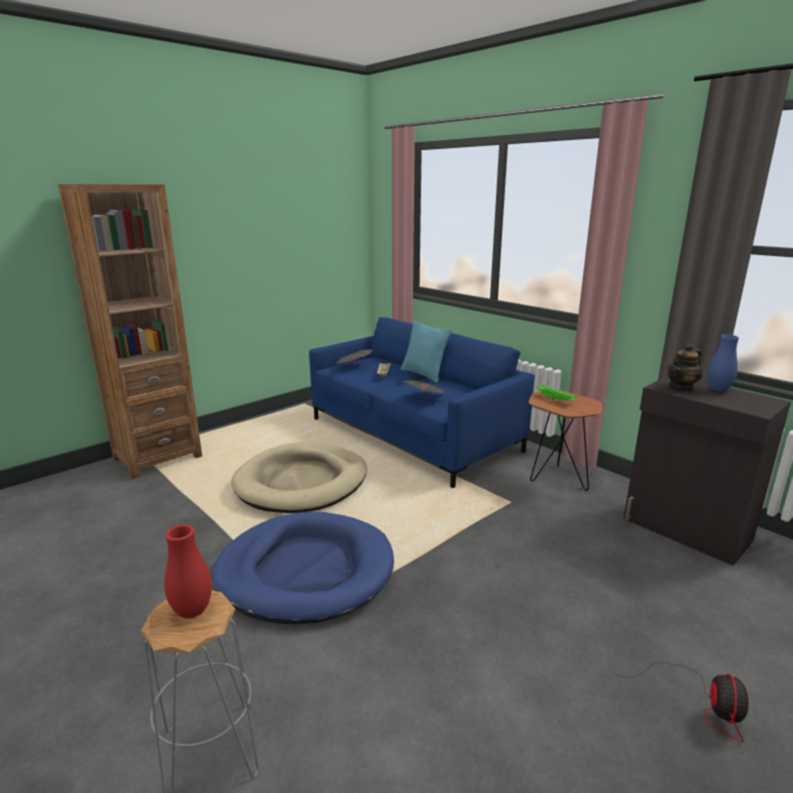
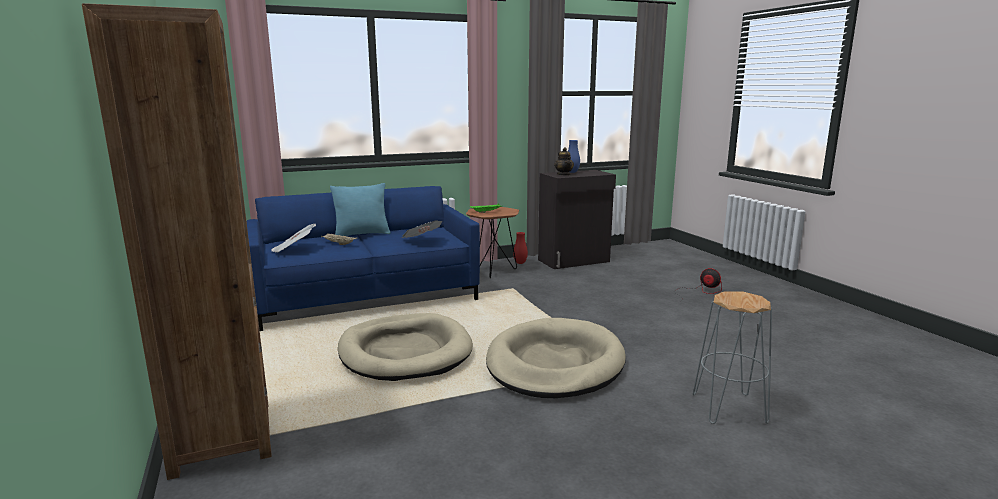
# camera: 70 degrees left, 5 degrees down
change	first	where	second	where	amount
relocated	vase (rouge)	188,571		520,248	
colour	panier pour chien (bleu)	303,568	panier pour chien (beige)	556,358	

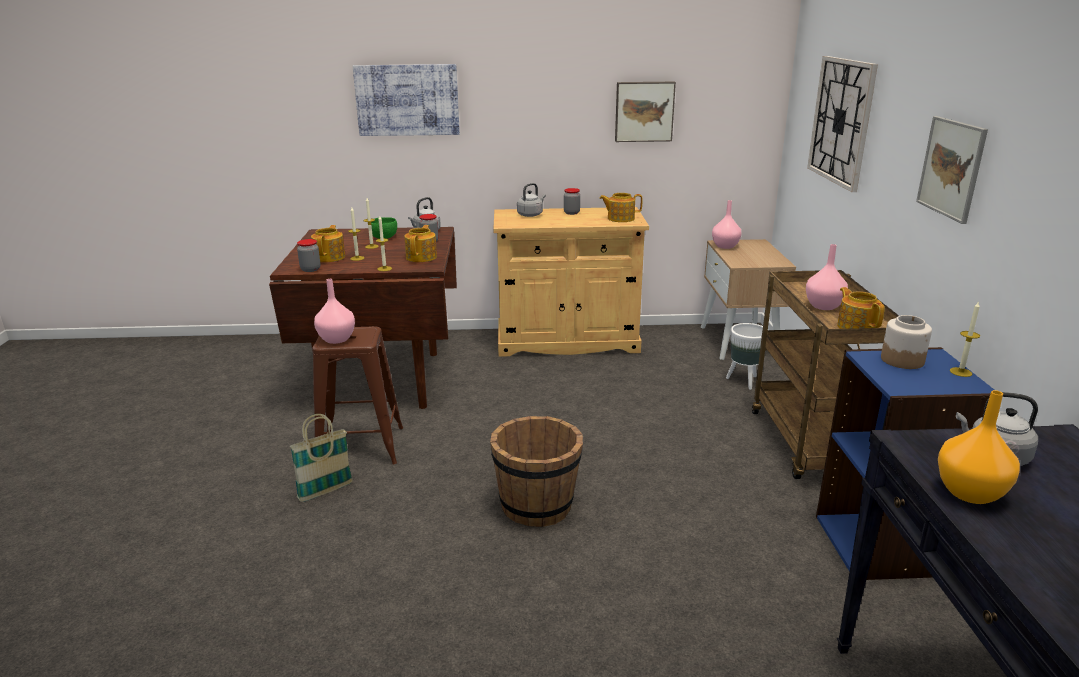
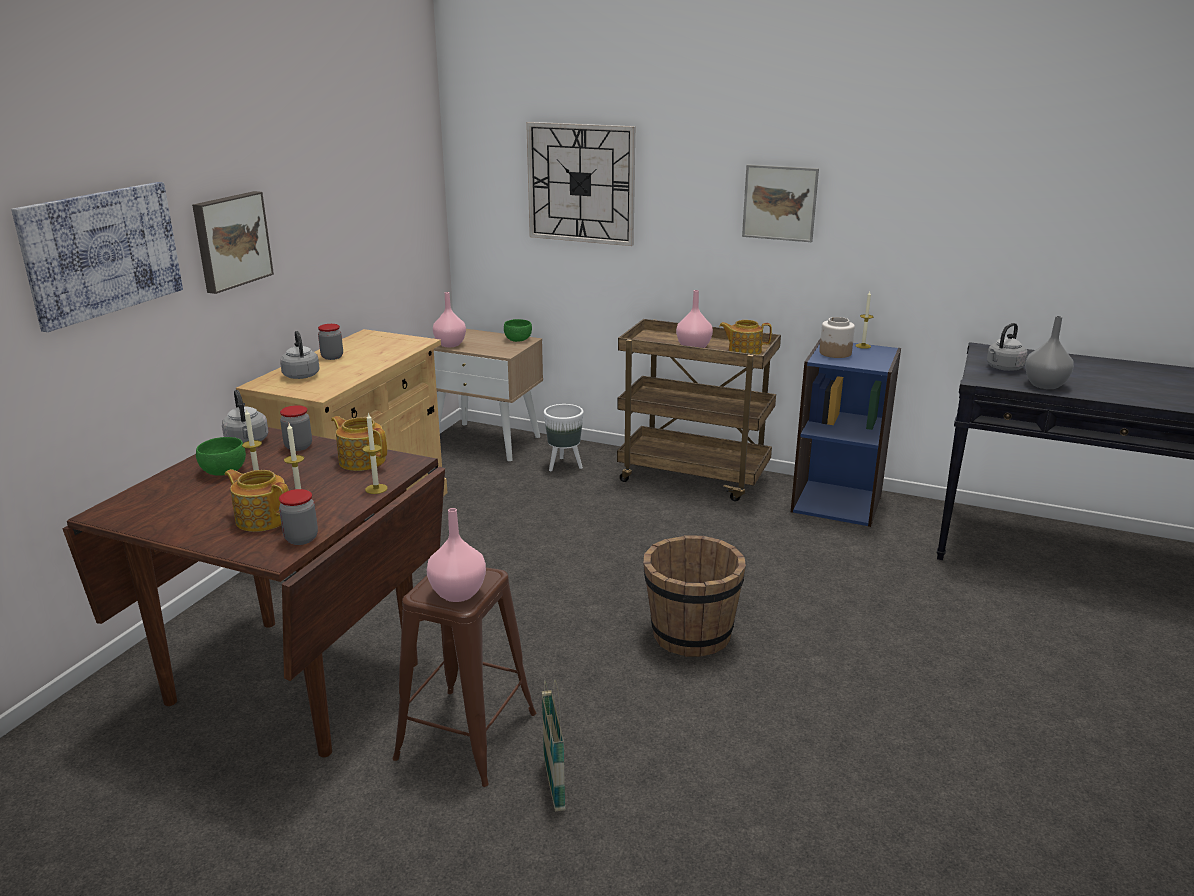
# camera: 65 degrees left, 0 degrees up
change	first	where	second	where	amount
missing	théière	620,207			
appeared			bol (vert)	518,330	
relocated	tableau	645,112		233,242	
colour	vase (orange)	979,447	vase (gris)	1049,352	

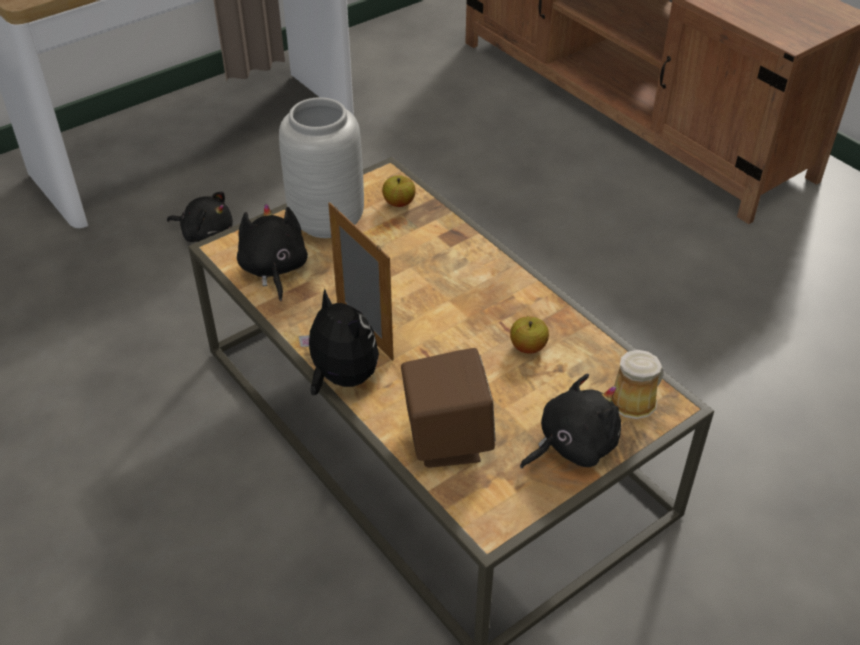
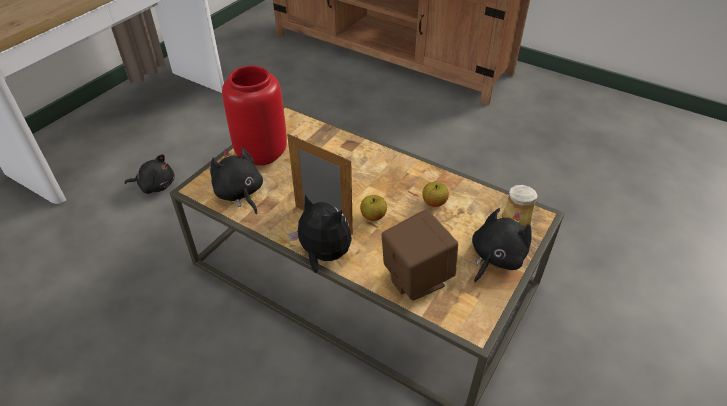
# camera: 20 degrees left, 0 degrees up
change	first	where	second	where	amount
relocated	pomme	399,191		373,208	
colour	vase (gris)	321,167	vase (rouge)	254,116	

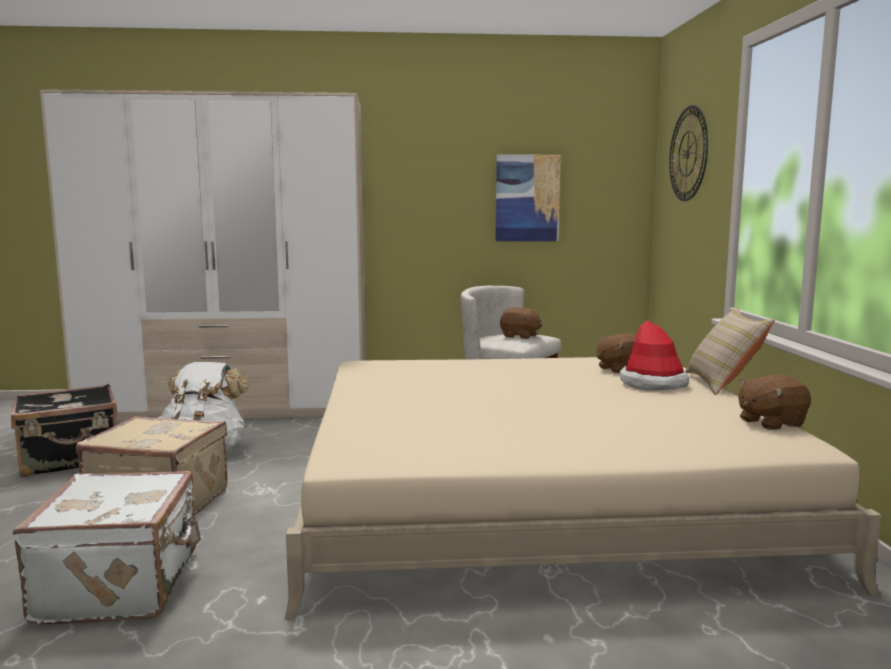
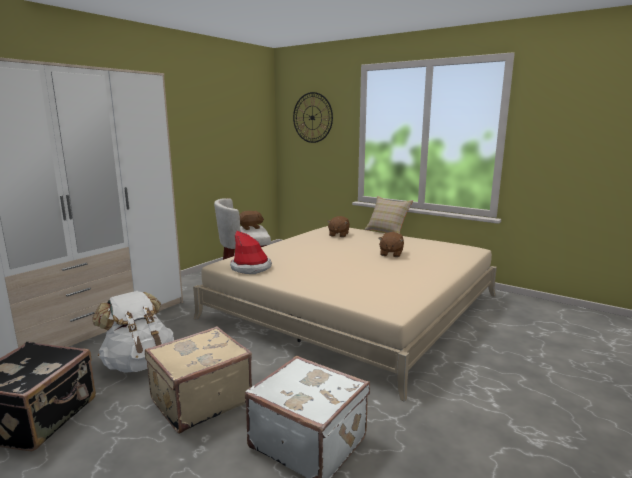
# camera: 50 degrees left, 5 degrees up
change	first	where	second	where	amount
missing	tableau	528,197			
relocated	chapeau	654,355		251,252	
relocated	peluche (marron)	774,402		391,244	

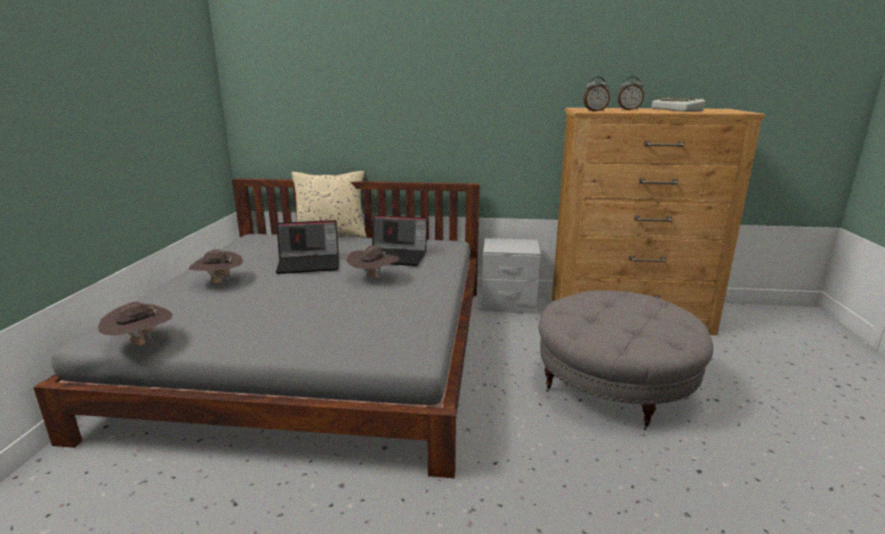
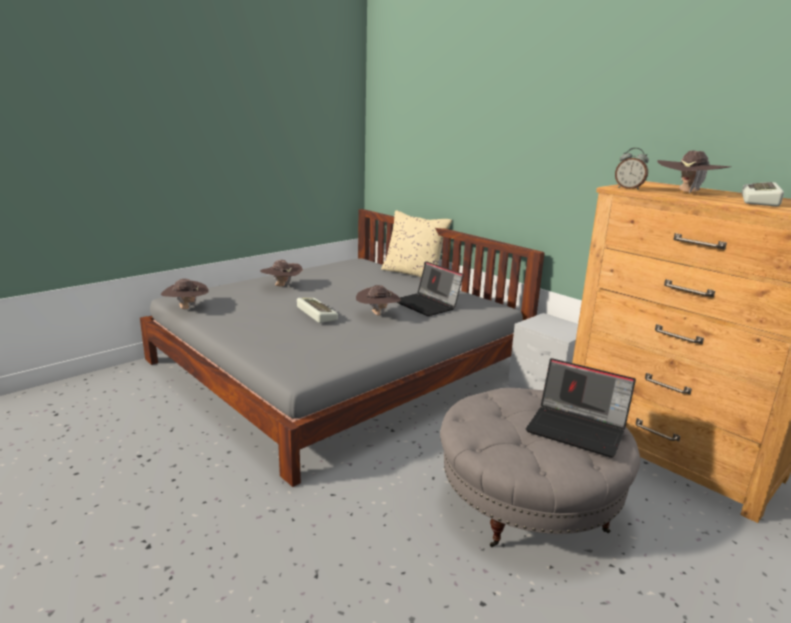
# camera: 40 degrees right, 0 degrees up
change	first	where	second	where	amount
appeared			clavier	317,310	
relocated	ordinateur portable	307,247		581,408	
exchanged	réveil	631,93	chapeau (marron)	694,172	

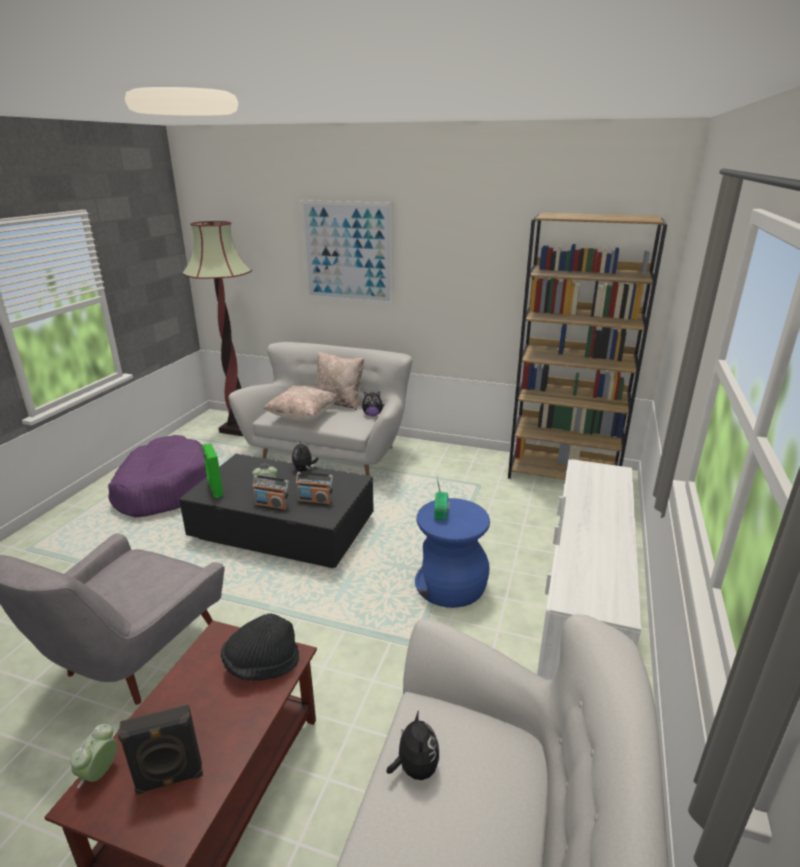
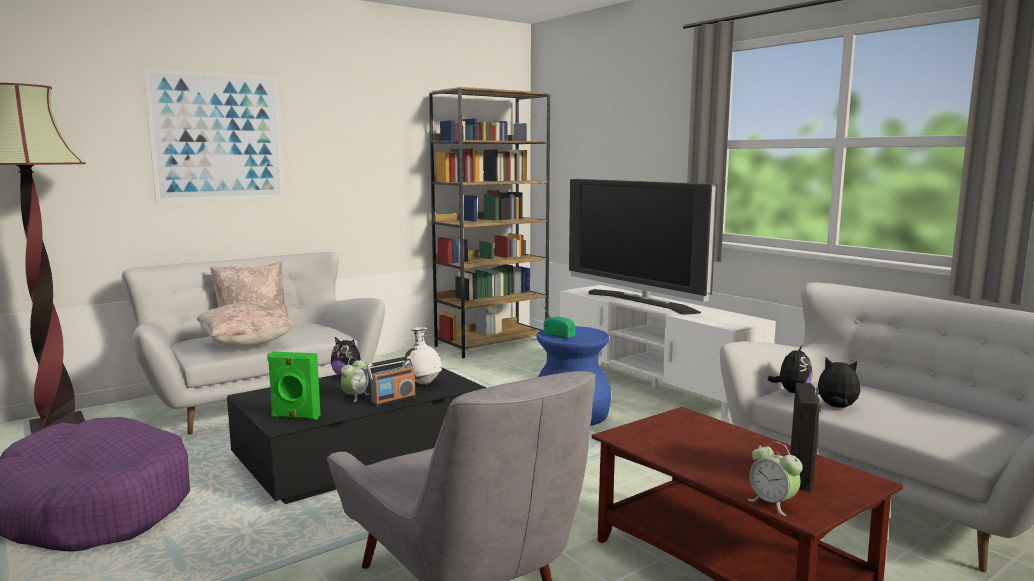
# camera: 55 degrees left, 15 degrees down
change	first	where	second	where	amount
missing	chapeau (noir)	260,647			
appeared			téléviseur	643,247	
relocated	peluche	373,403		790,369	
exchanged	radio	314,489	vase (blanc)	422,356	

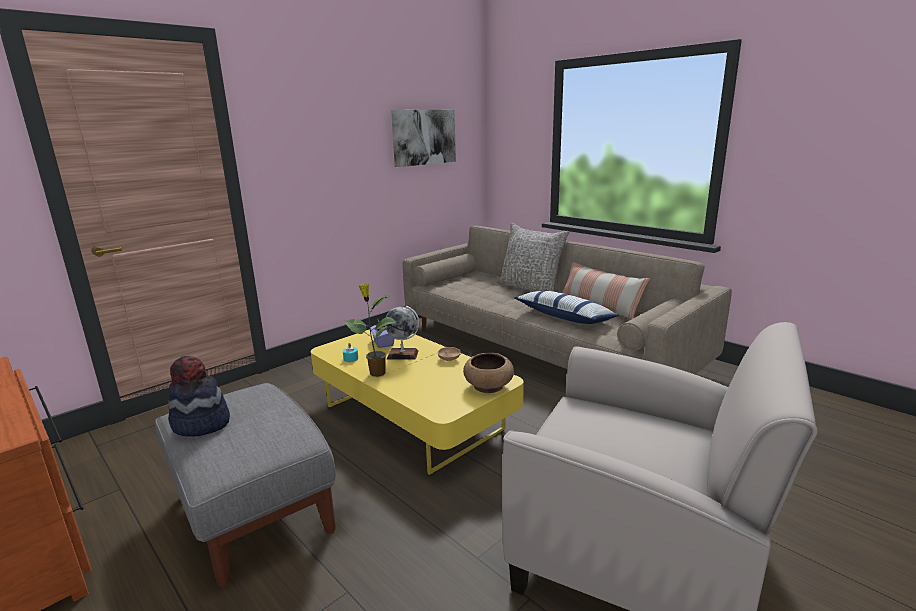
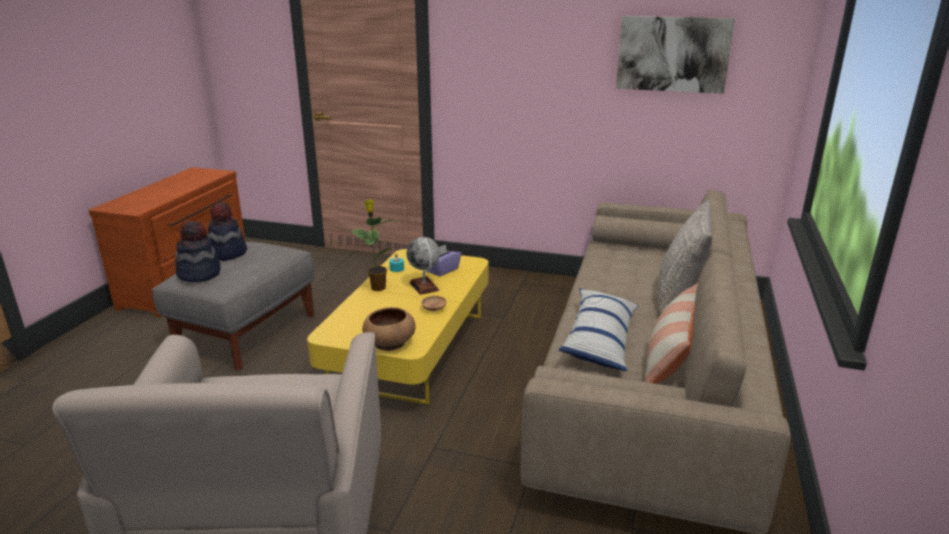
# camera: 60 degrees right, 5 degrees up
change	first	where	second	where	amount
appeared			chapeau	198,251	

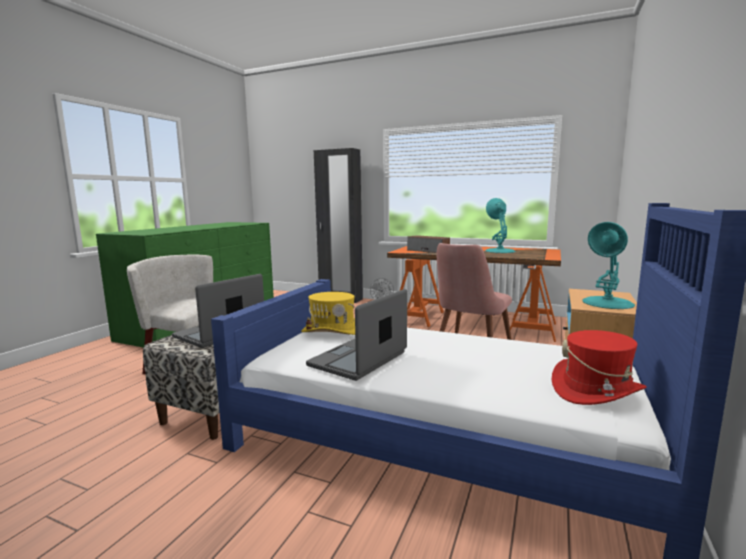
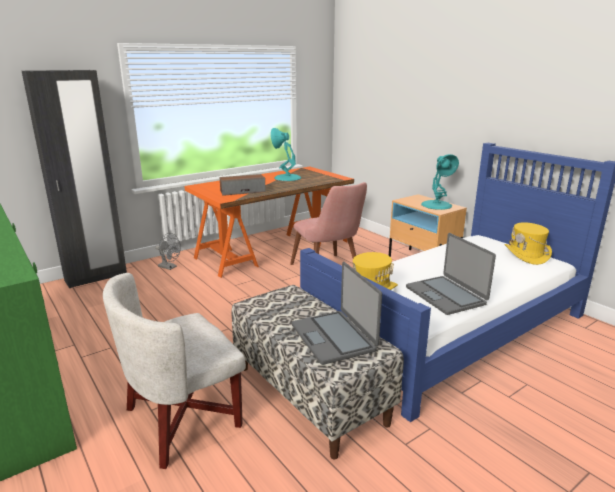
# camera: 60 degrees left, 10 degrees up
change	first	where	second	where	amount
colour	chapeau (rouge)	599,367	chapeau (jaune)	528,243	

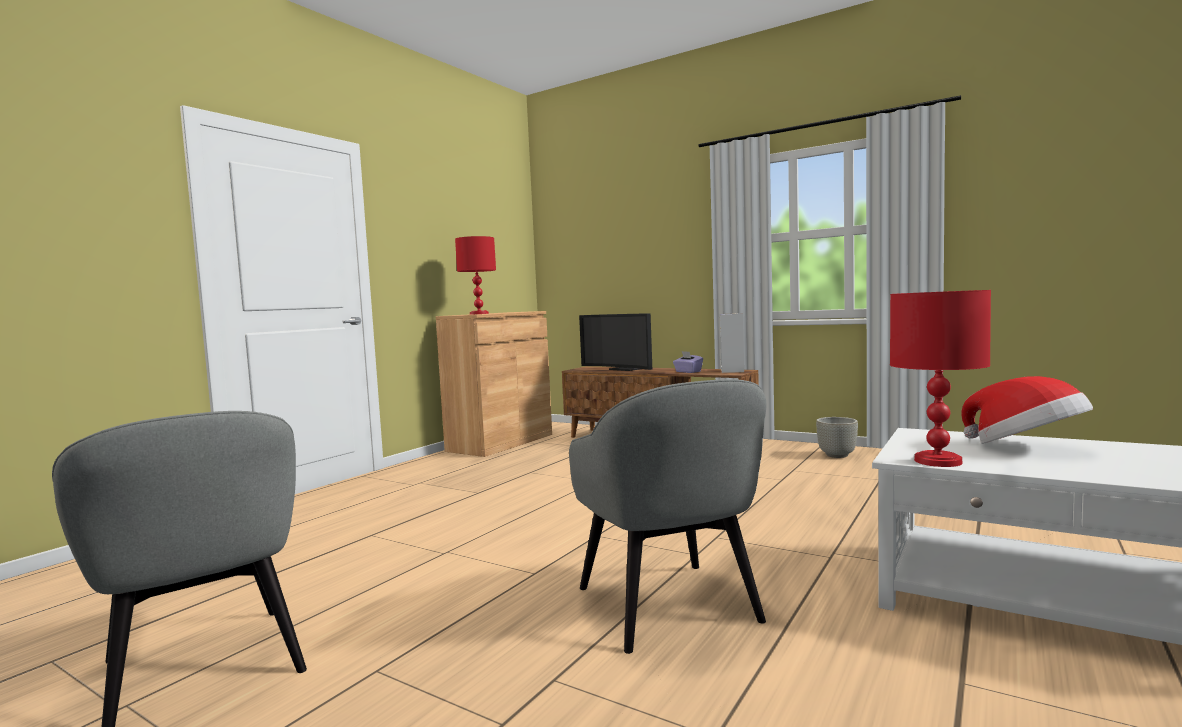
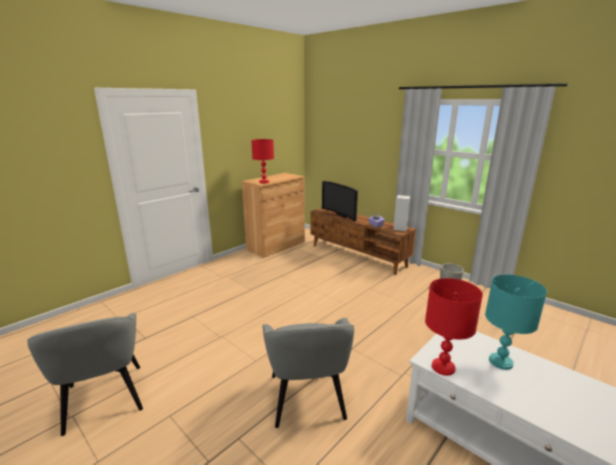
# camera: 10 degrees right, 15 degrees up
change	first	where	second	where	amount
exchanged	chapeau	1027,410	lampe de table (turquoise)	516,322	

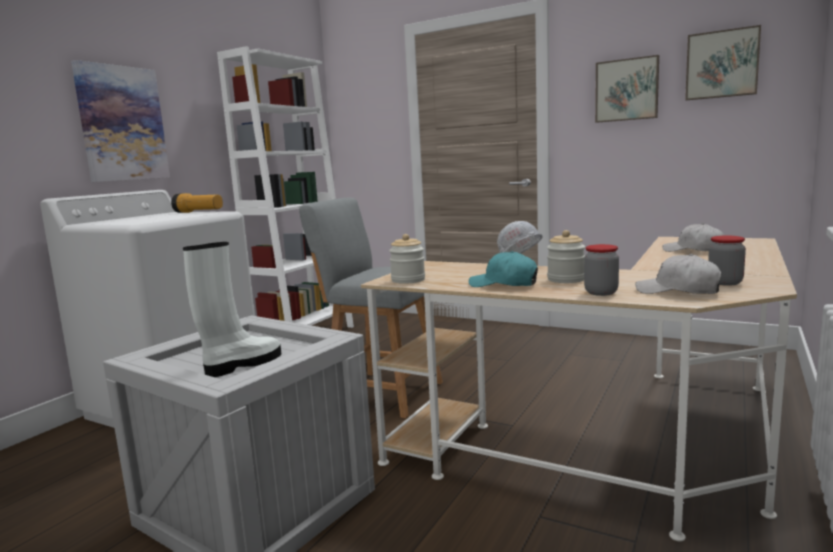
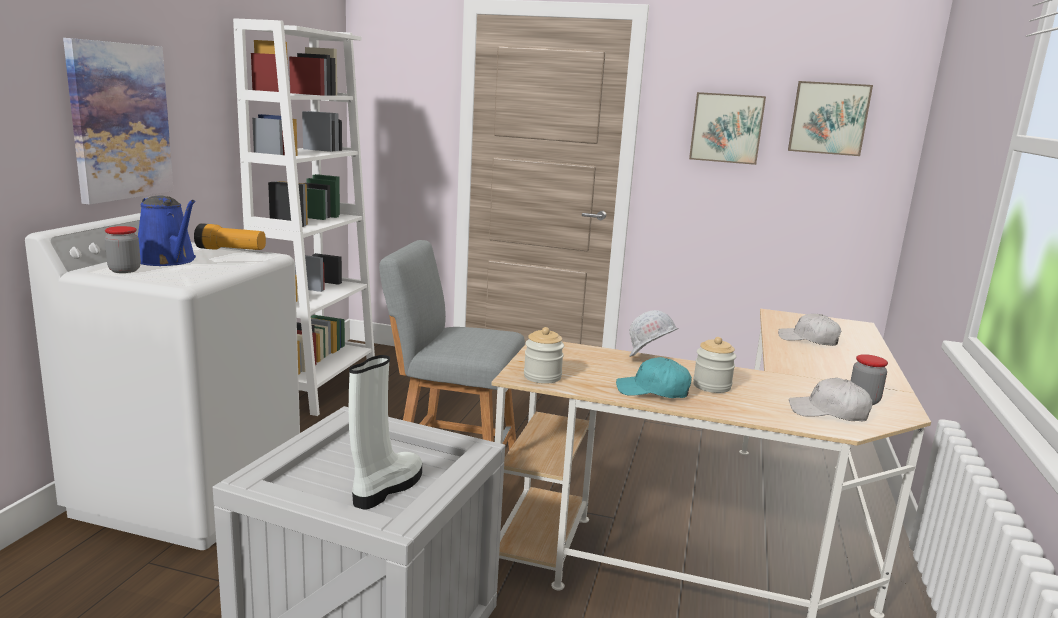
# camera: 15 degrees left, 5 degrees up
change	first	where	second	where	amount
appeared			arrosoir (bleu)	167,231	
relocated	bocal	601,270		123,249	

